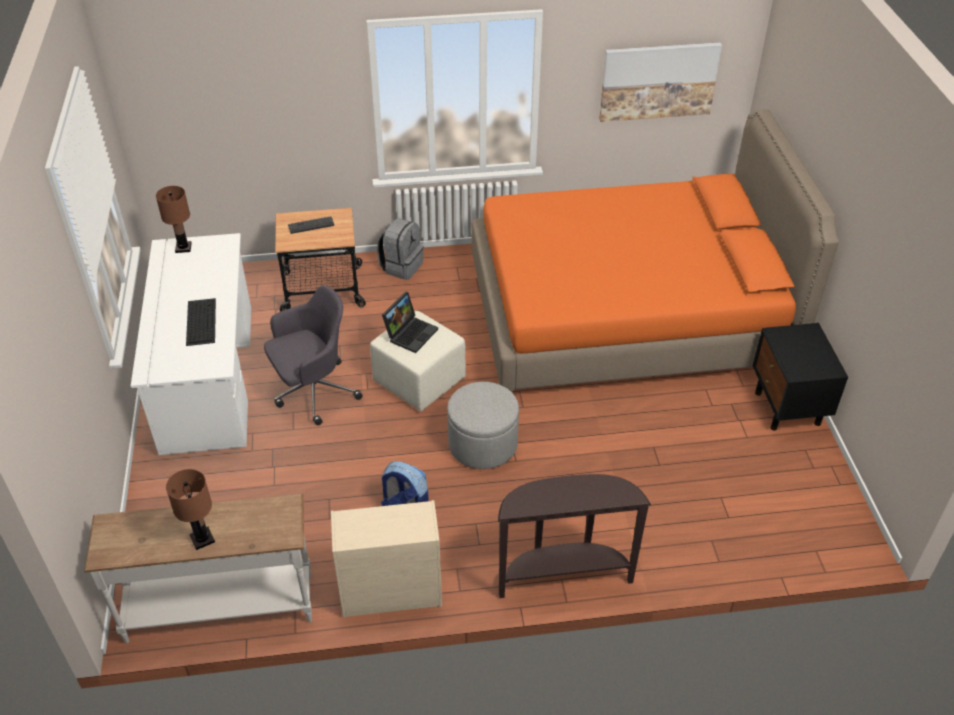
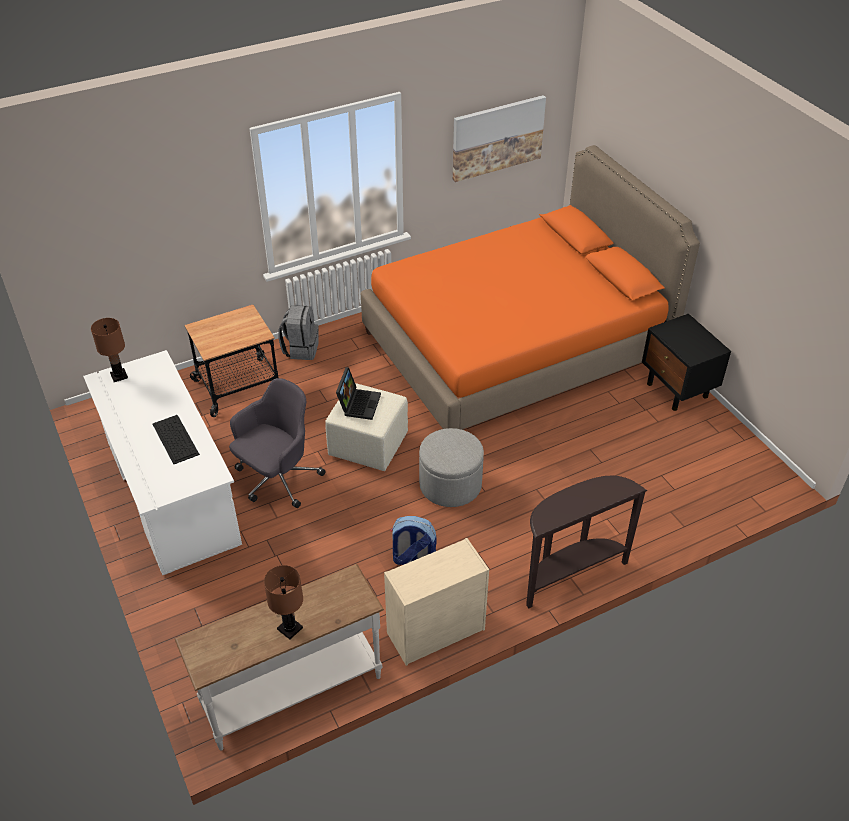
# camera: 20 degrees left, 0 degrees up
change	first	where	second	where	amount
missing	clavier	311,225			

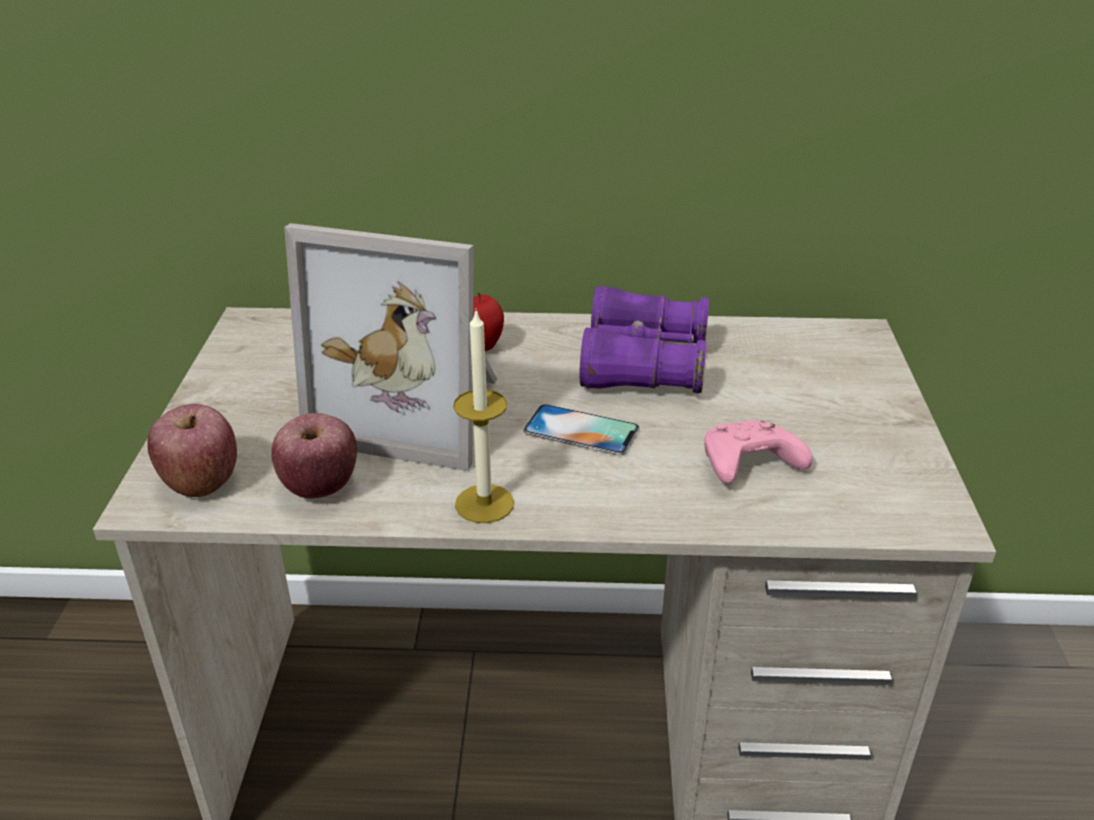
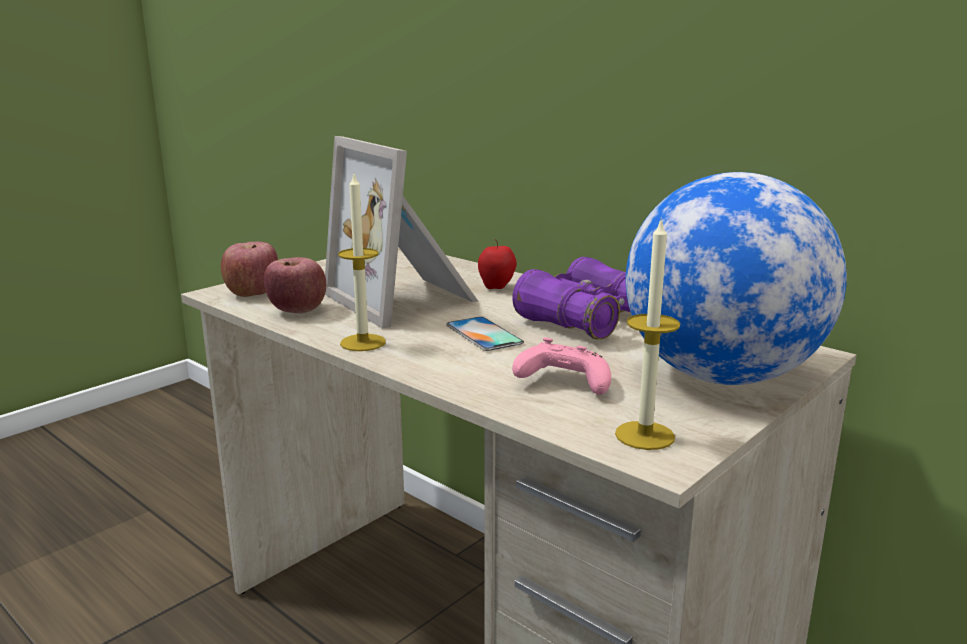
# camera: 40 degrees right, 15 degrees down
change	first	where	second	where	amount
appeared			bougie	647,334	
appeared			globe	736,278	

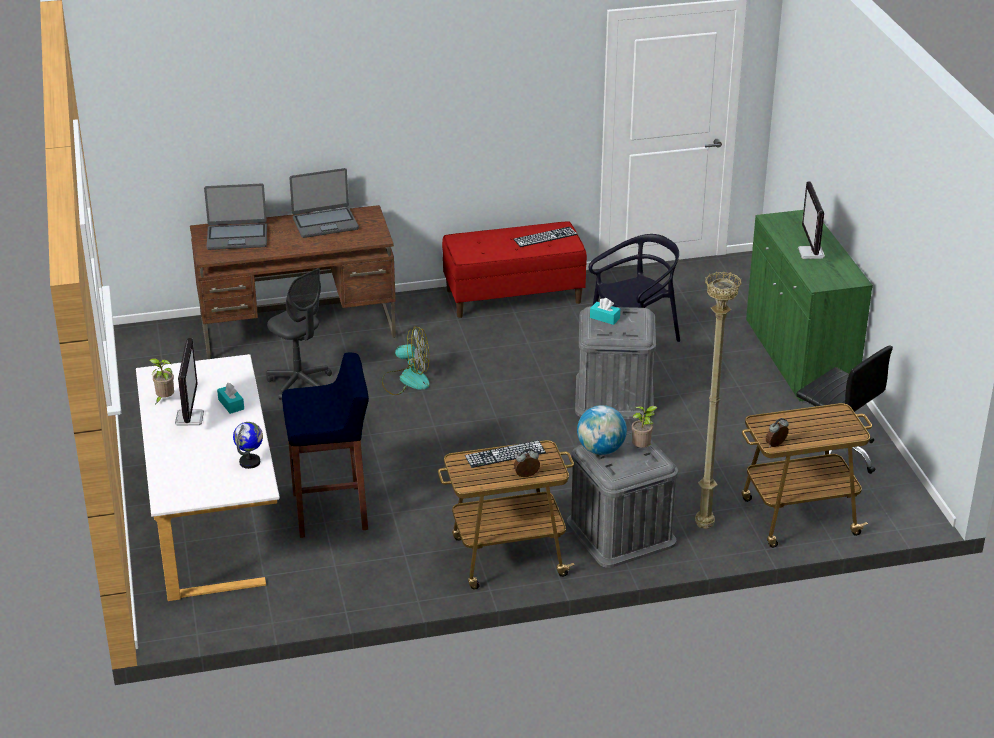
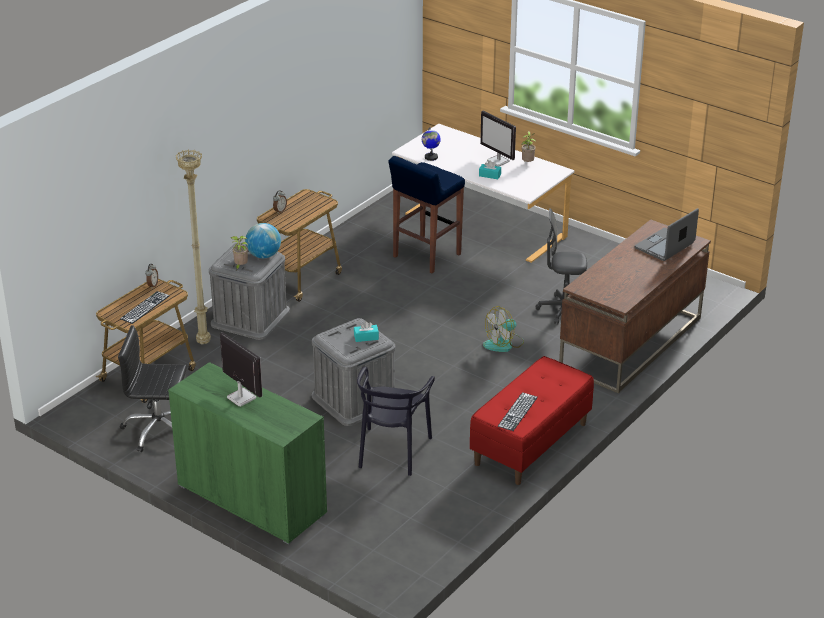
# camera: 140 degrees right, 0 degrees up
change	first	where	second	where	amount
missing	ordinateur portable	324,203			
relocated	clavier	505,454		145,307	

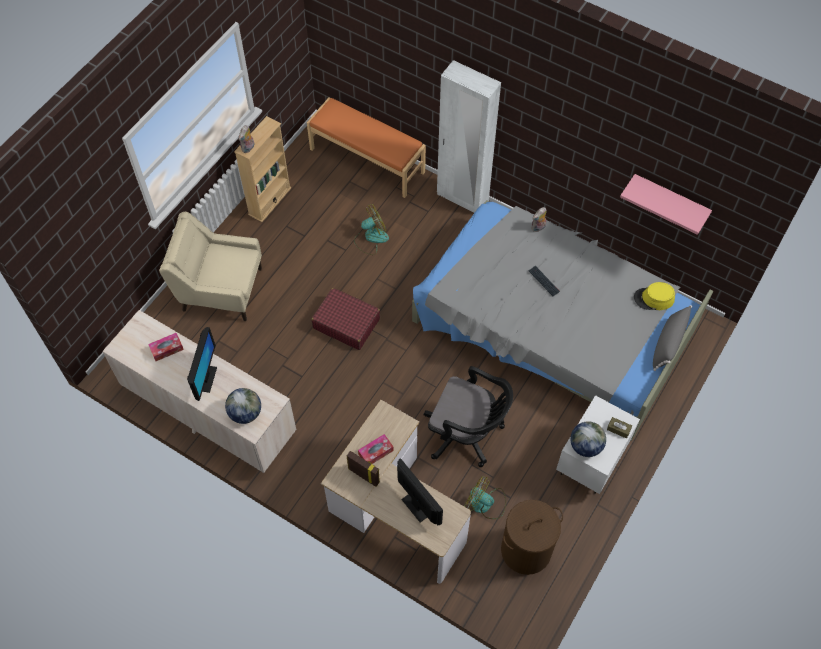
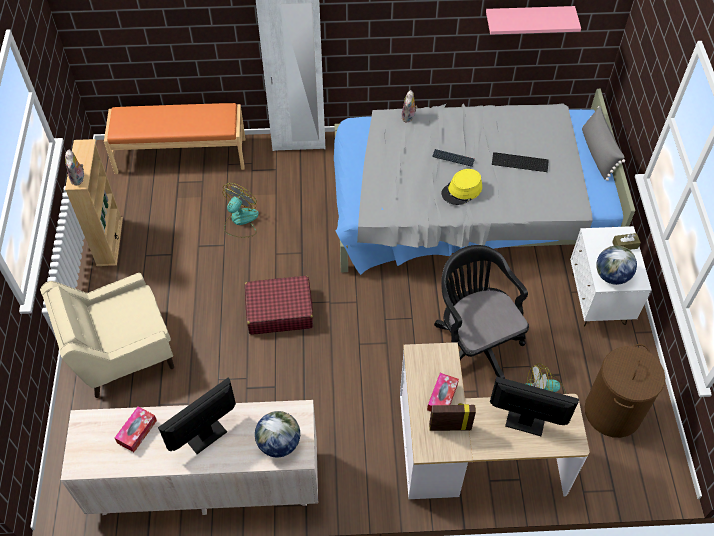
# camera: 35 degrees left, 5 degrees down
change	first	where	second	where	amount
appeared			clavier	520,162	
relocated	chapeau (jaune)	654,296		461,187	
spun	écran d'ordinateur	202,364		197,416	105 degrees counterclockwise
spun	chaise de bureau (noir)	468,416		481,312	105 degrees counterclockwise

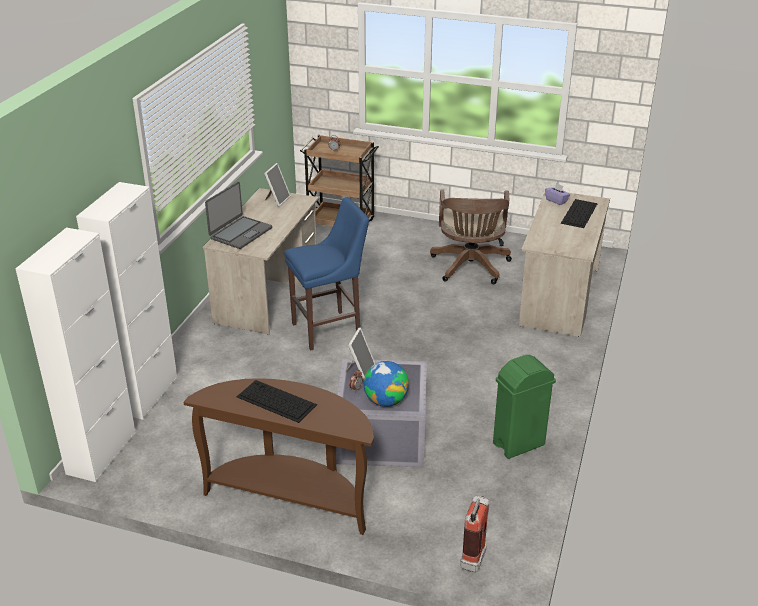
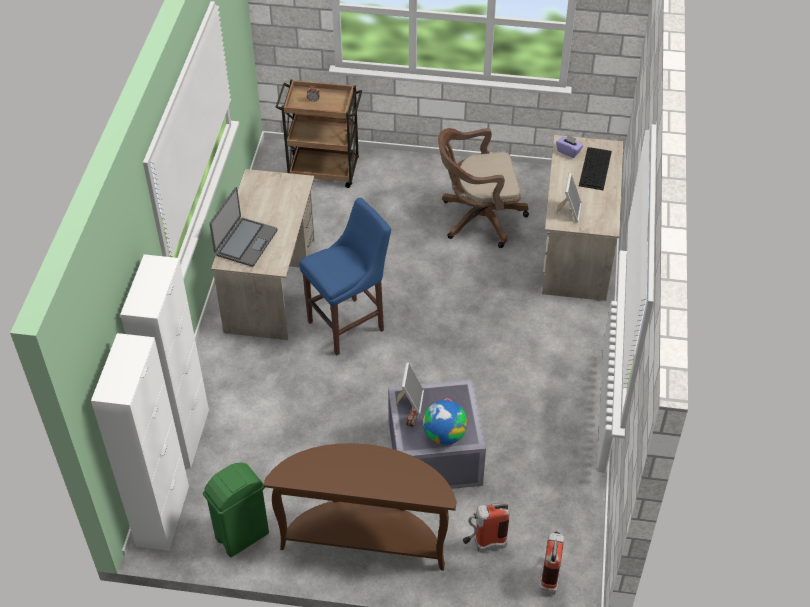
# camera: 10 degrees left, 15 degrees up
change	first	where	second	where	amount
missing	clavier	277,401			
appeared			extincteur	486,527	
relocated	cadre photo	277,185		569,197	
relocated	poubelle (vert)	524,407		236,510	
spun	chaise de bureau (marron)	471,236		483,188	90 degrees clockwise

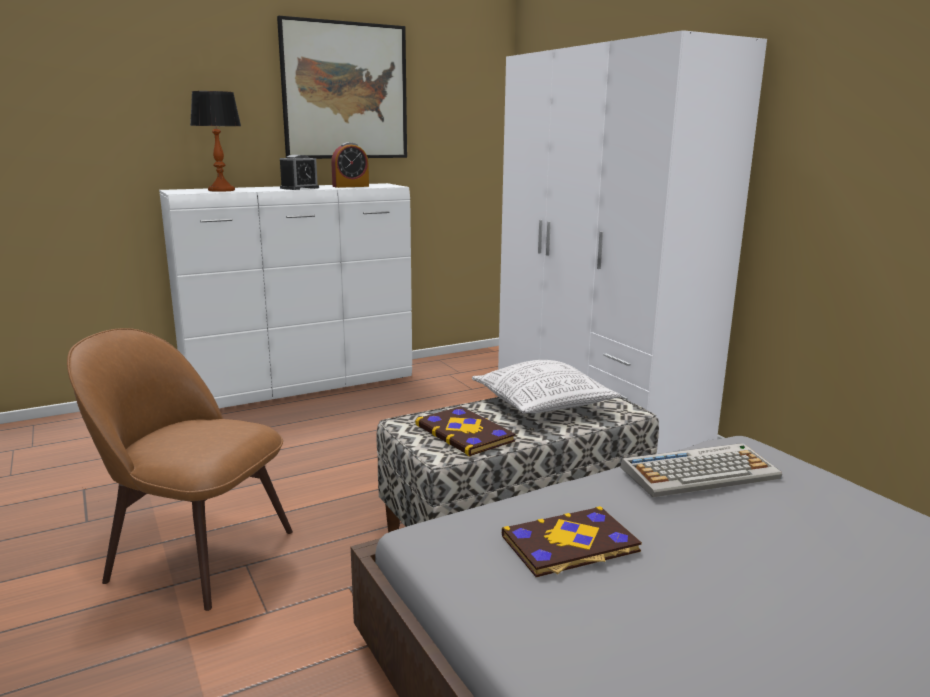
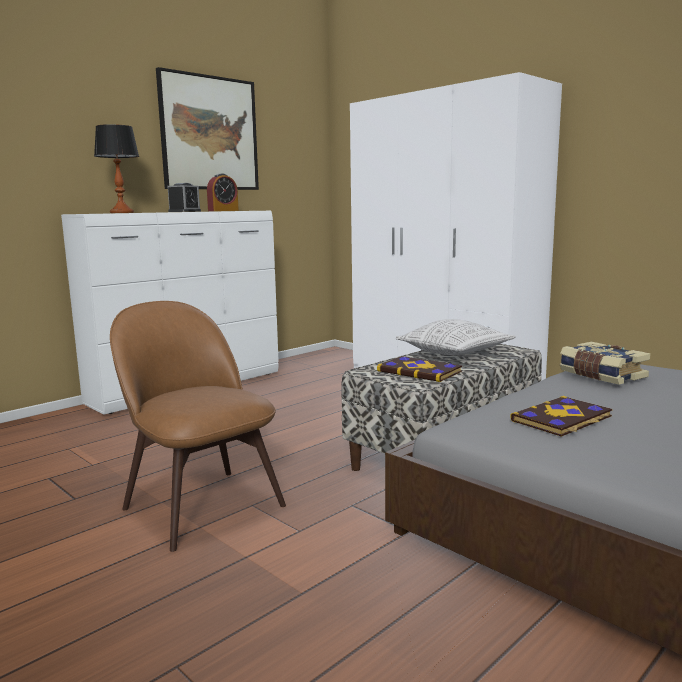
# camera: 15 degrees left, 5 degrees down
change	first	where	second	where	amount
exchanged	clavier	701,470	livre	605,363	
spun	chaise (marron)	180,469		198,426	45 degrees clockwise

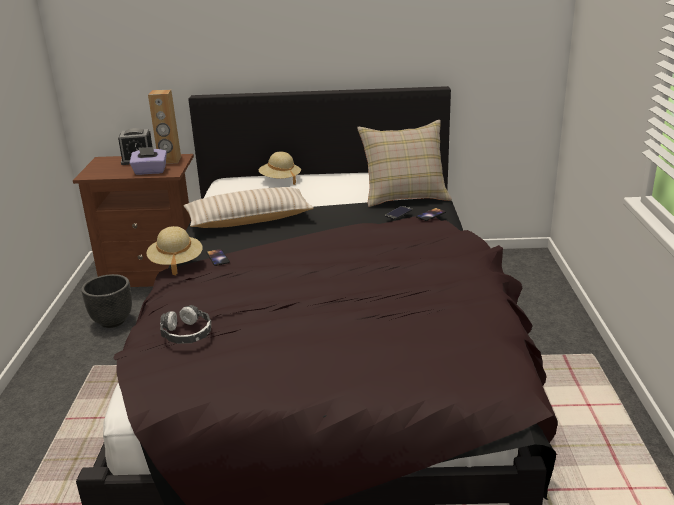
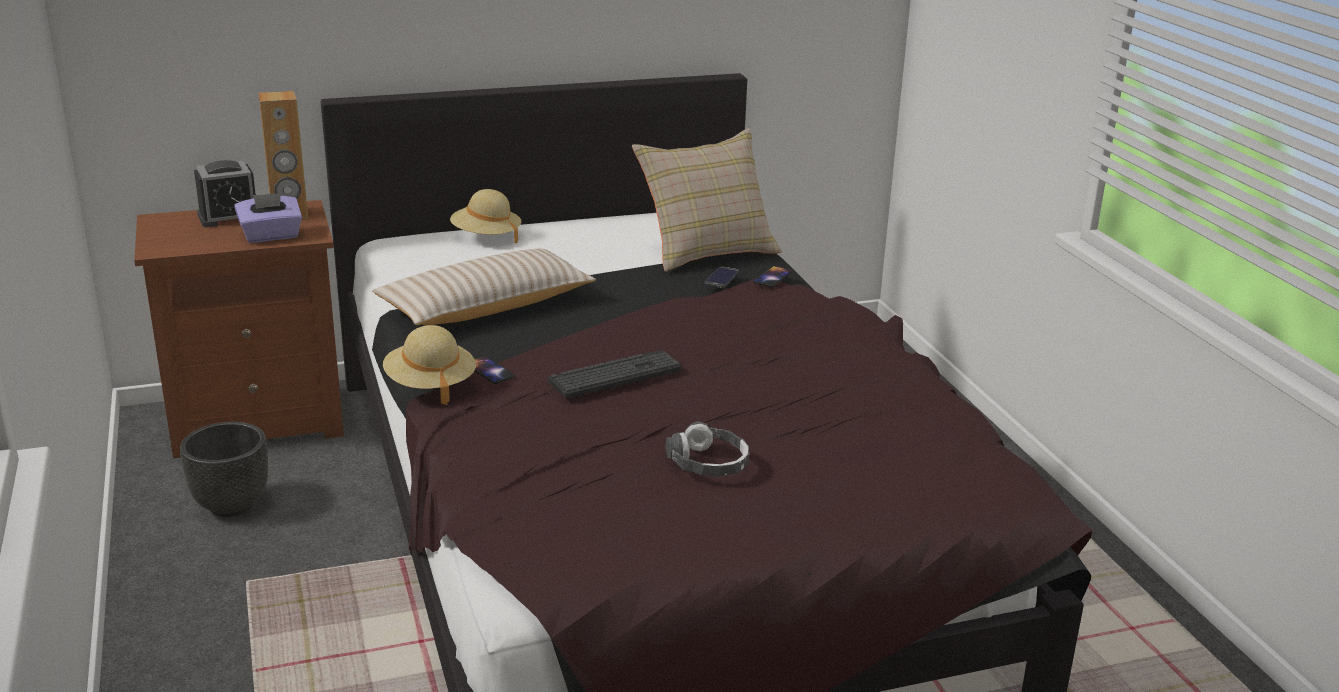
# camera: 20 degrees left, 0 degrees up
change	first	where	second	where	amount
appeared			clavier	615,374	
relocated	casque audio	185,324		708,449	

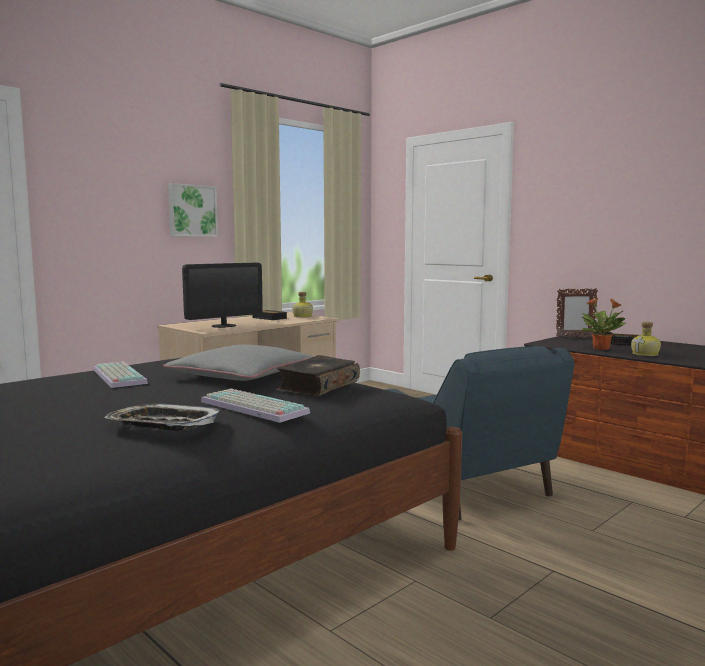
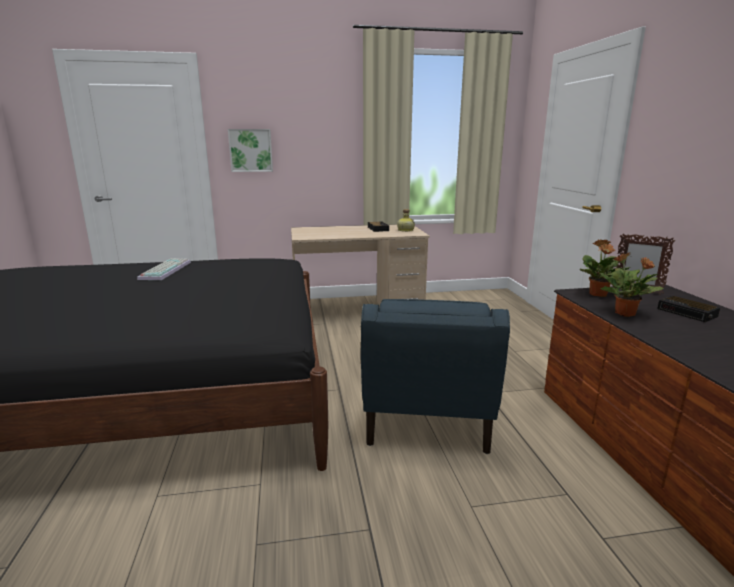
# camera: 35 degrees right, 10 degrees up
change	first	where	second	where	amount
missing	plateau	162,417			
missing	coussin (gris)	238,363			
missing	écran d'ordinateur	222,295			
missing	clavier	255,406			
missing	livre	318,376			
missing	bouteille	646,339			
appeared			plante en pot	605,268	
relocated	tableau	193,210		250,150	

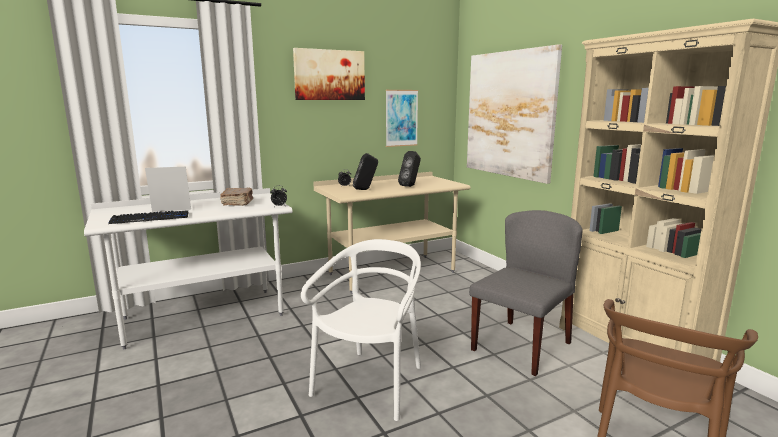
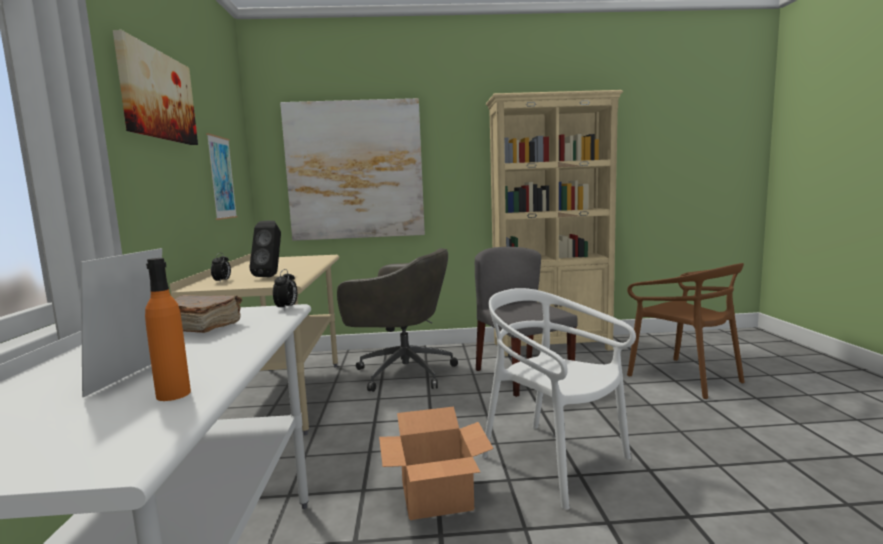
# camera: 65 degrees left, 5 degrees down
change	first	where	second	where	amount
missing	enceinte (noir)	409,169			
appeared			chaise de bureau (gris)	397,320	
appeared			carton	436,463	
exchanged	clavier	148,217	bouteille (orange)	168,329	

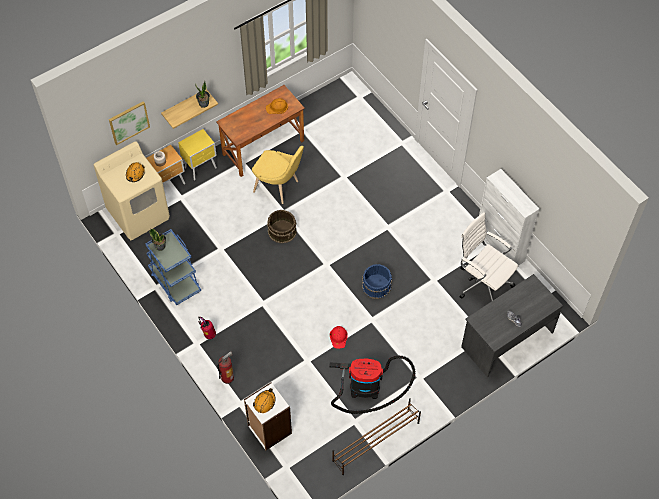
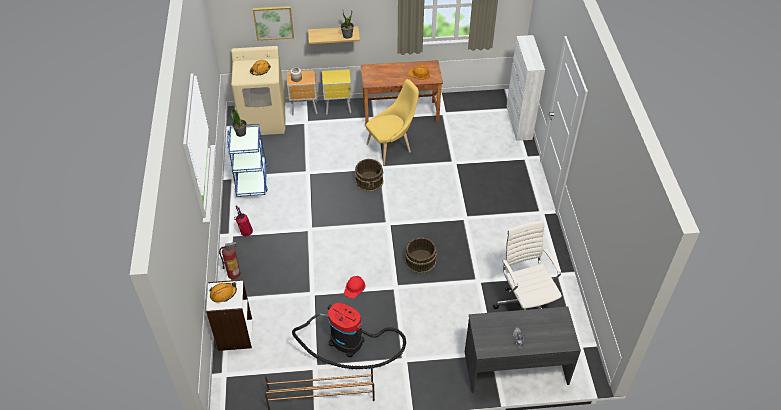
# camera: 30 degrees right, 10 degrees down
change	first	where	second	where	amount
relocated	meuble de rangement (blanc)	509,217		526,88	
colour	seau (bleu)	377,281	seau (marron)	421,255	
spun	chaise (jaune)	278,175		392,122	90 degrees counterclockwise

